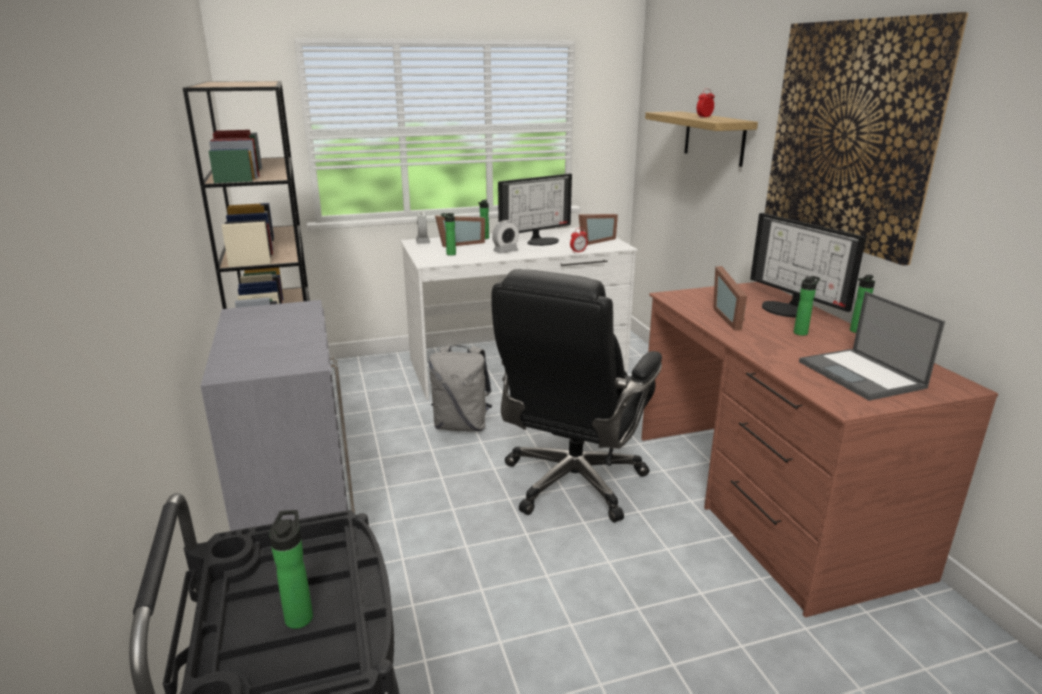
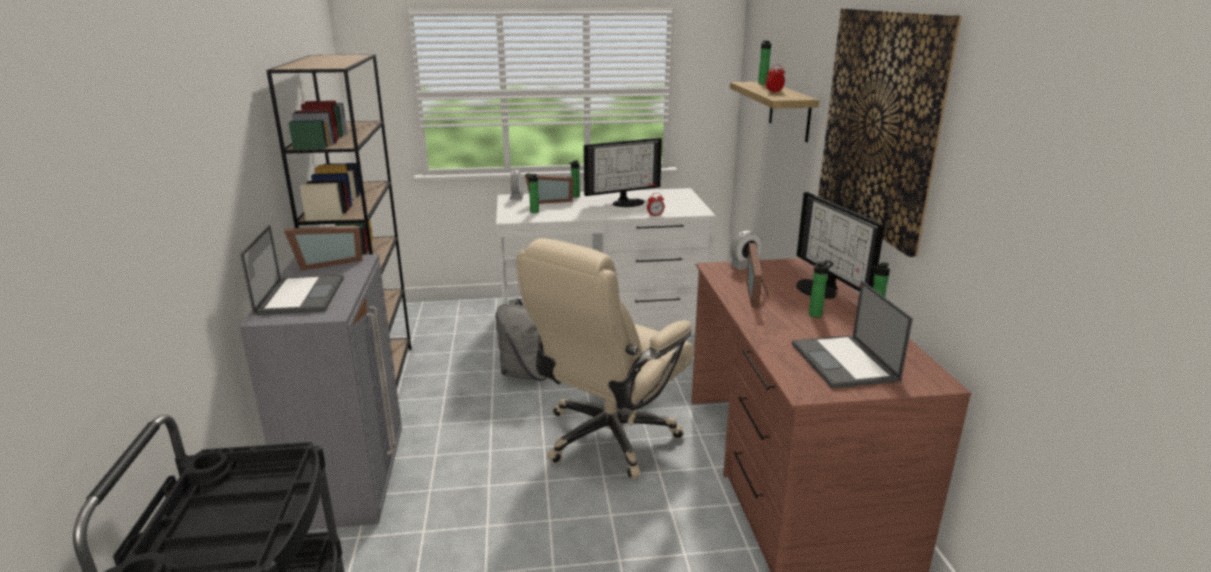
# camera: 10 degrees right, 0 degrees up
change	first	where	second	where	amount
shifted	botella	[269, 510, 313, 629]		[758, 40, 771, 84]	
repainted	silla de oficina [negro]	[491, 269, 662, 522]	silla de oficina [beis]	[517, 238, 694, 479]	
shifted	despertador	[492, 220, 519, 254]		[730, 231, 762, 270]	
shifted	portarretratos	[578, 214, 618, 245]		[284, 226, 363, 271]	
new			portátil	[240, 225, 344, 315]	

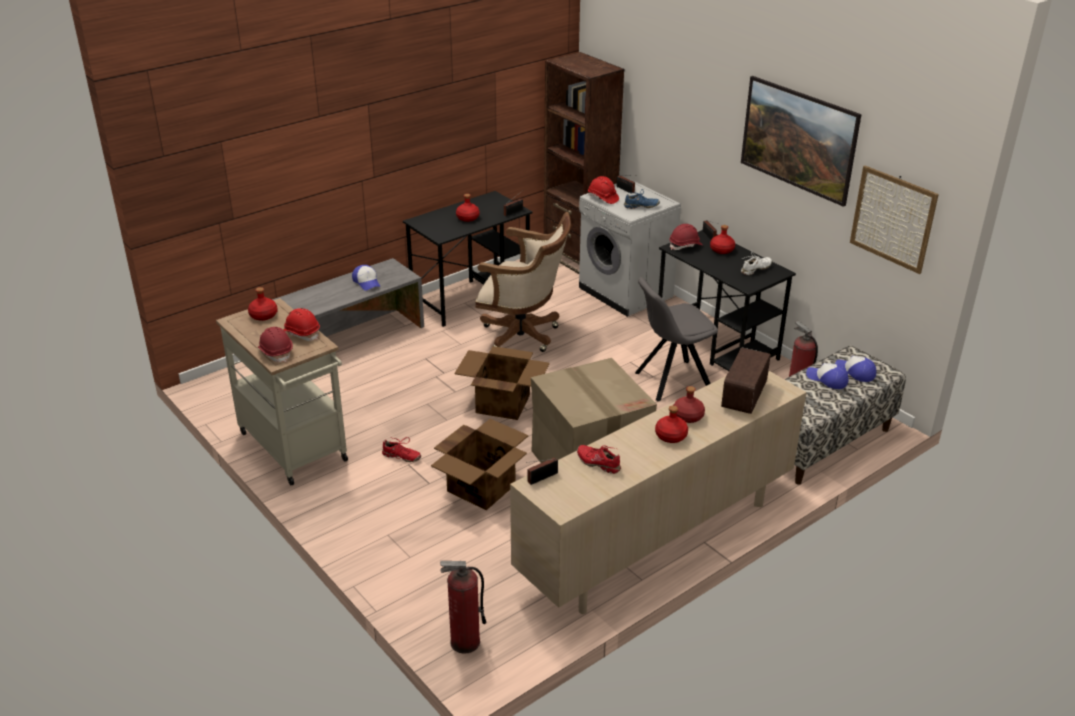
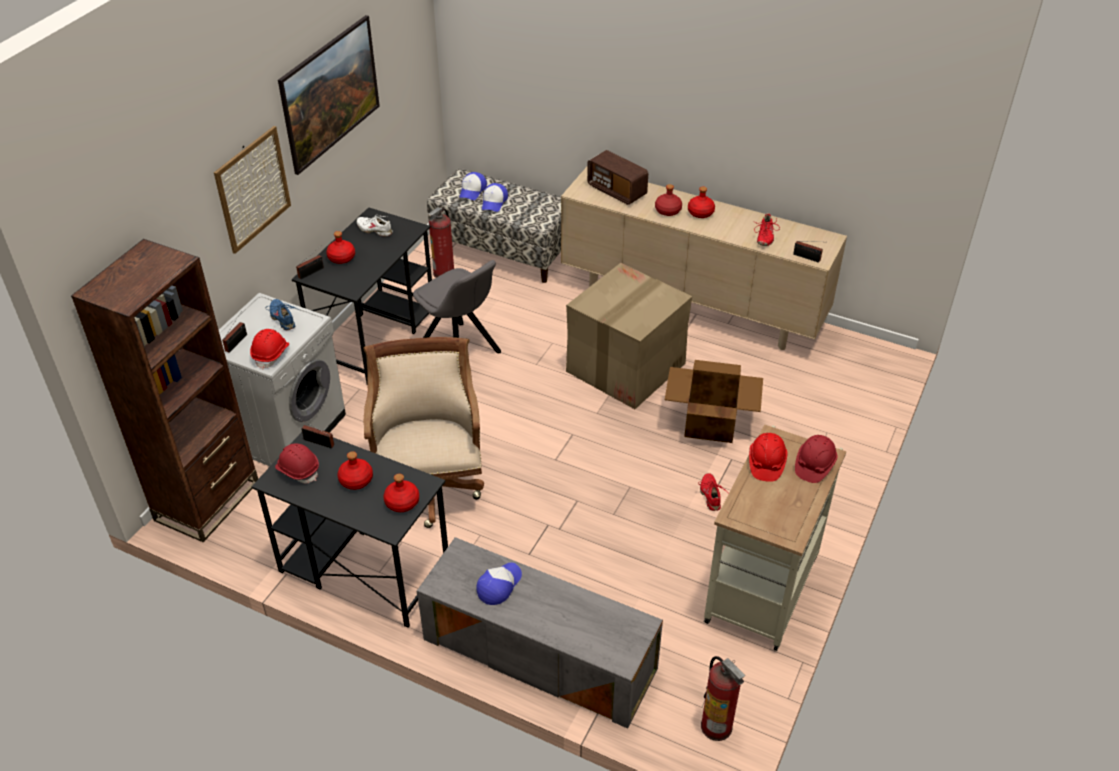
# camera: 115 degrees left, 10 degrees up
change	first	where	second	where	amount
shifted	botella [rojo]	[248, 287, 278, 321]		[384, 474, 419, 512]	
shifted	extintor	[440, 561, 487, 654]		[701, 656, 745, 741]	
gone	caja de cartón	[454, 346, 550, 420]			
shifted	casco [rojo]	[670, 224, 703, 250]		[275, 444, 319, 483]	
rotated	radio	[721, 347, 771, 414]		[587, 150, 648, 205]	45 degrees clockwise
shifted	cuadro	[850, 166, 939, 274]		[214, 126, 291, 254]	

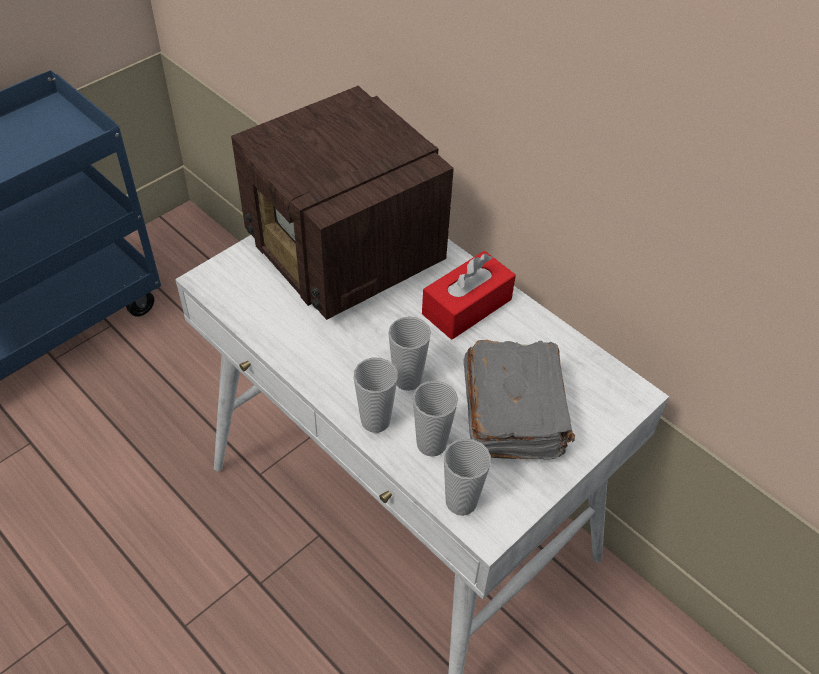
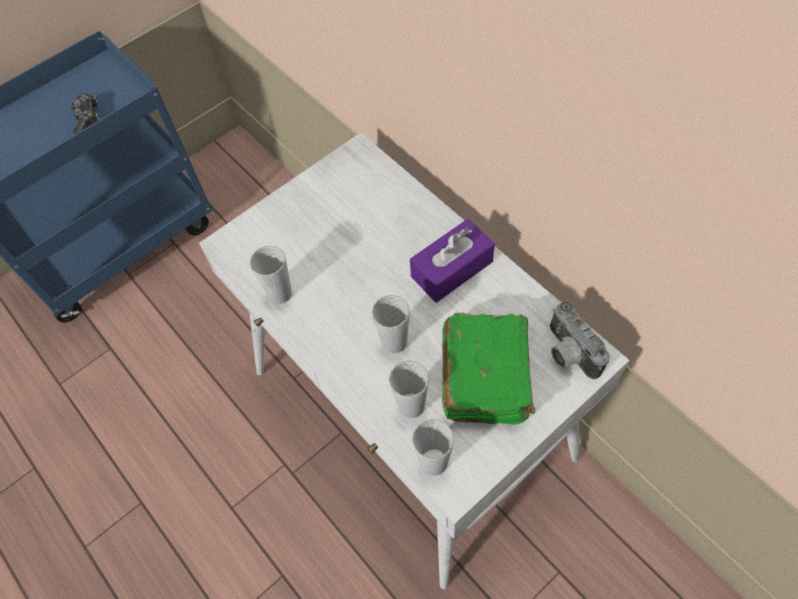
# camera: 10 degrees right, 10 degrees up
change	first	where	second	where	amount
gone	radio	[231, 86, 454, 320]			
shifted	taza	[354, 357, 398, 433]		[250, 246, 292, 304]	
repainted	caja de pañuelos [rojo]	[422, 251, 516, 340]	caja de pañuelos [morado]	[410, 219, 495, 303]	
repainted	libro [gris]	[463, 340, 575, 460]	libro [verde]	[442, 312, 535, 425]	
new			mando de consola	[71, 93, 99, 135]	
new			cámara	[550, 302, 610, 379]	

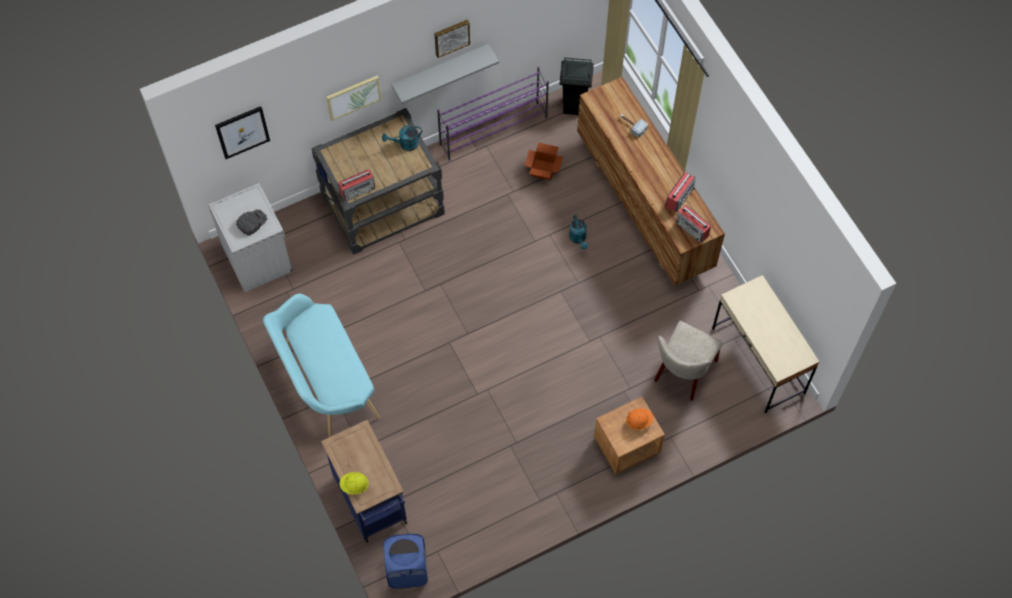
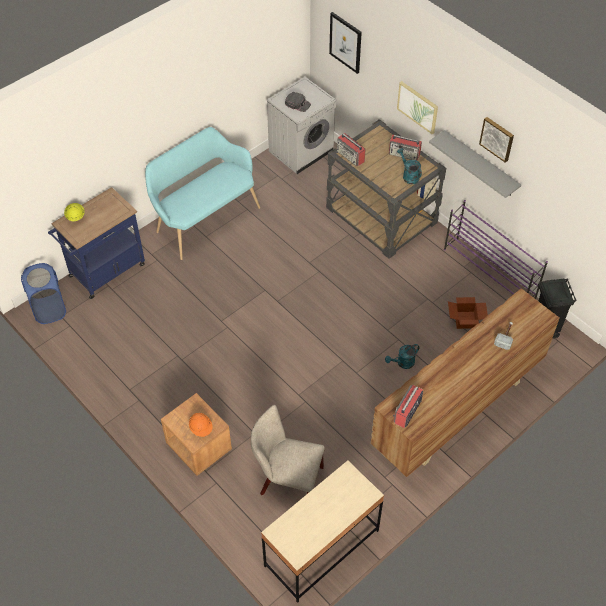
# camera: 75 degrees right, 10 degrees down
change	first	where	second	where	amount
shifted	radio	[666, 172, 695, 212]		[389, 134, 422, 161]	

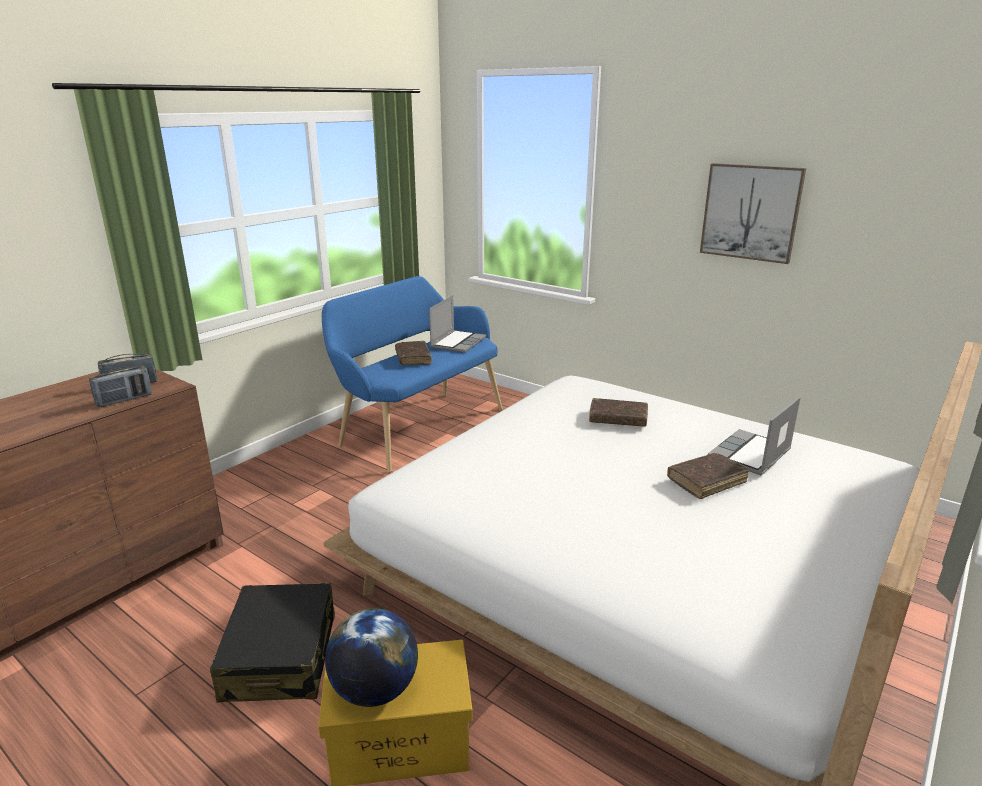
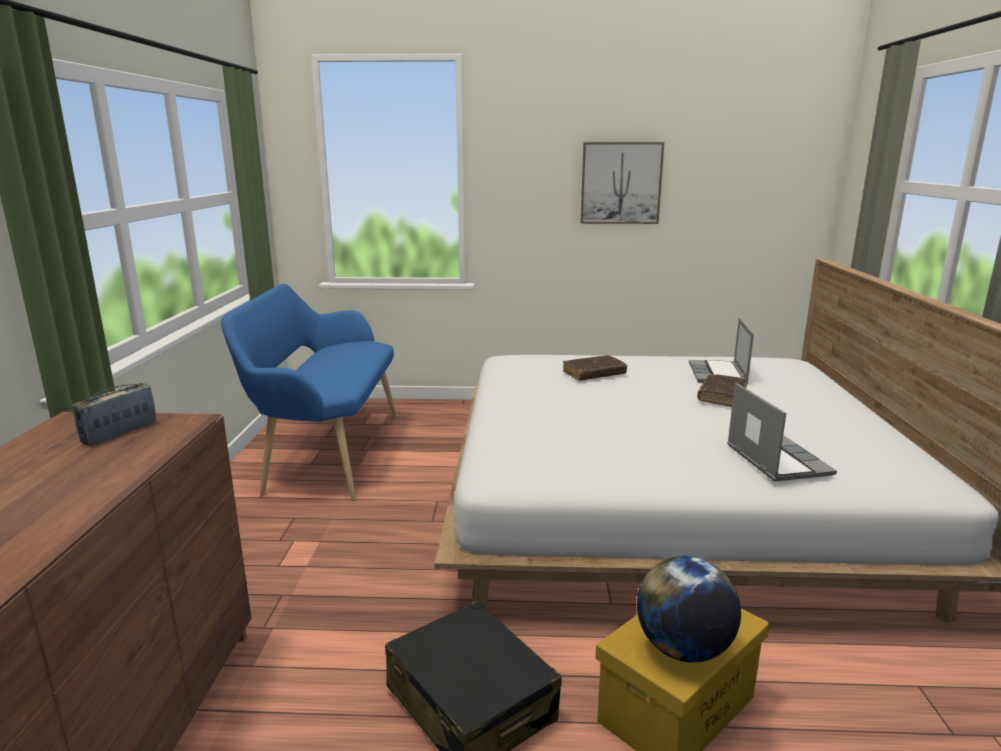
# camera: 35 degrees left, 5 degrees down
change	first	where	second	where	amount
gone	radio	[89, 366, 152, 407]			
gone	libro [marrón]	[395, 341, 432, 365]			
shifted	portátil	[429, 295, 486, 353]		[727, 383, 837, 482]	

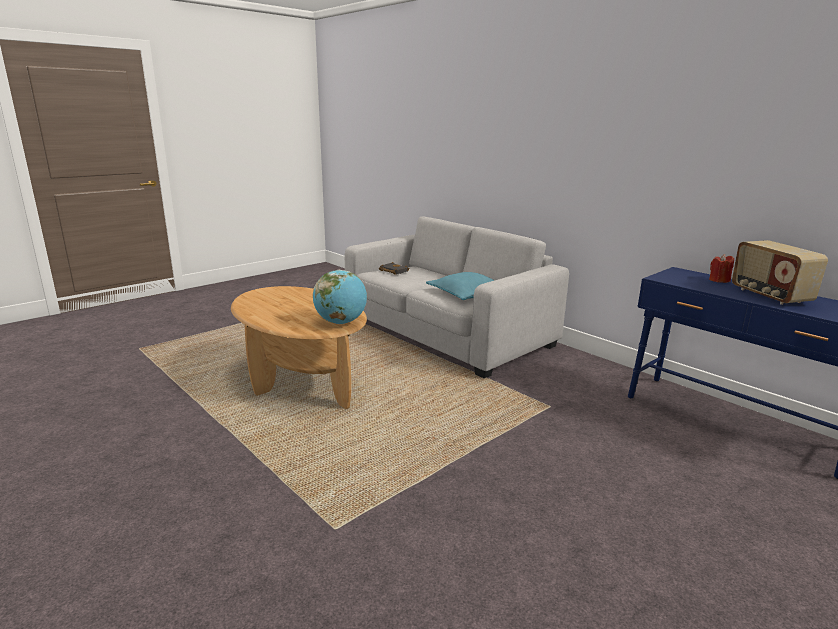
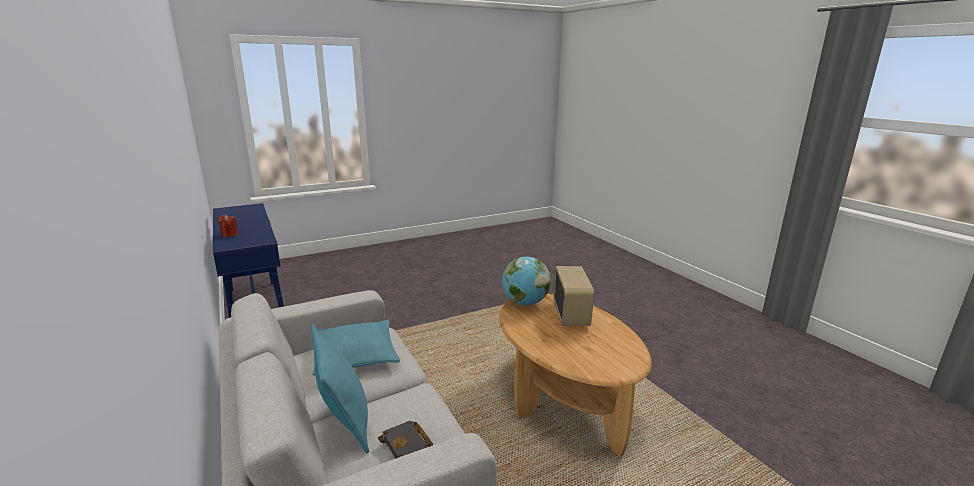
# camera: 165 degrees left, 0 degrees up
change	first	where	second	where	amount
shifted	radio	[732, 240, 828, 305]		[553, 266, 594, 326]	
new			cojín [turquesa]	[311, 325, 369, 453]	

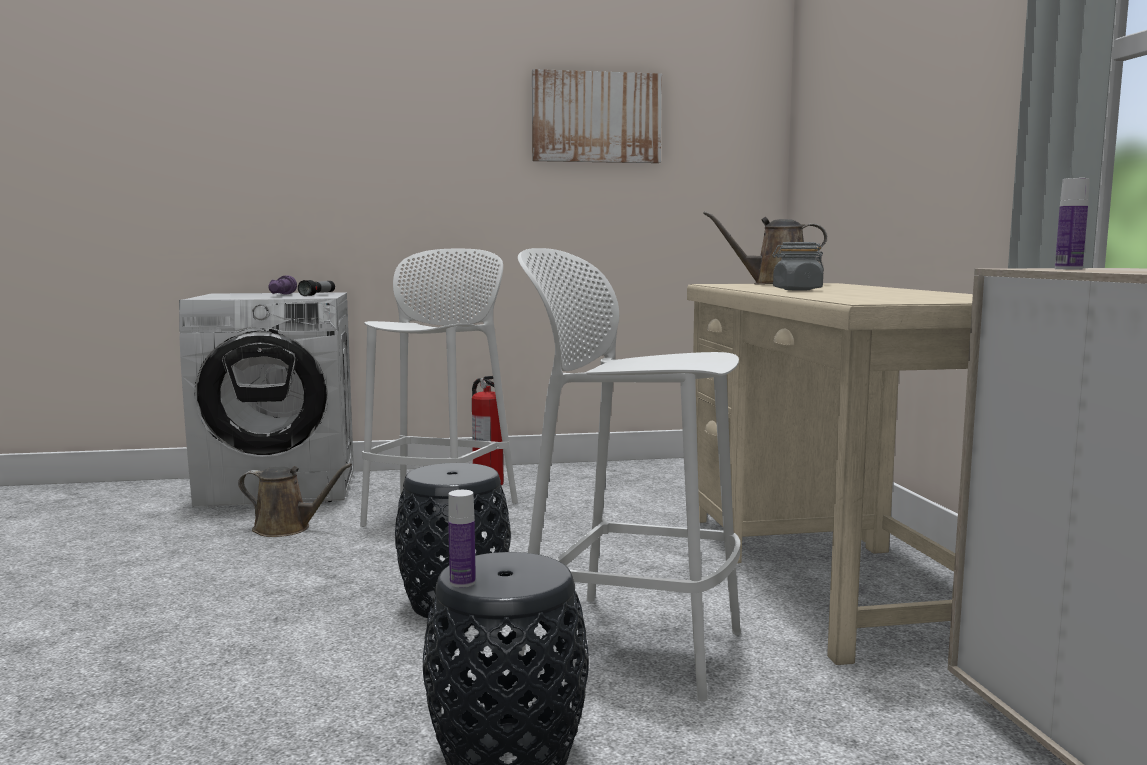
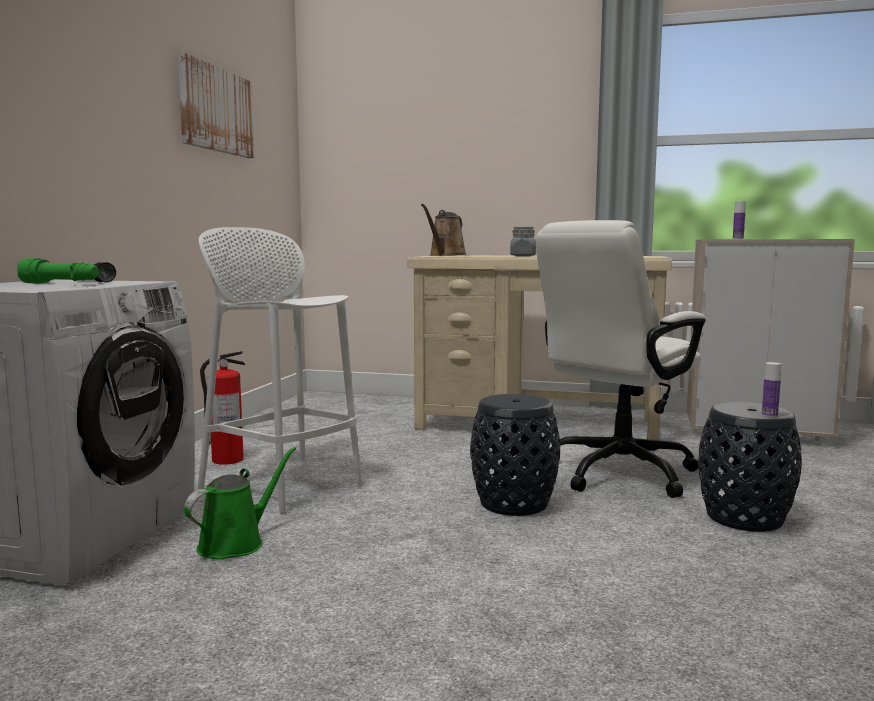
# camera: 65 degrees left, 0 degrees up
change	first	where	second	where	amount
repainted	regadera [marrón]	[238, 463, 352, 537]	regadera [verde]	[184, 447, 296, 559]	
repainted	linterna [morado]	[269, 275, 297, 295]	linterna [verde]	[17, 258, 99, 284]	
swapped	taburete [blanco]	[518, 248, 741, 701]	silla de oficina [blanco]	[536, 220, 706, 498]	

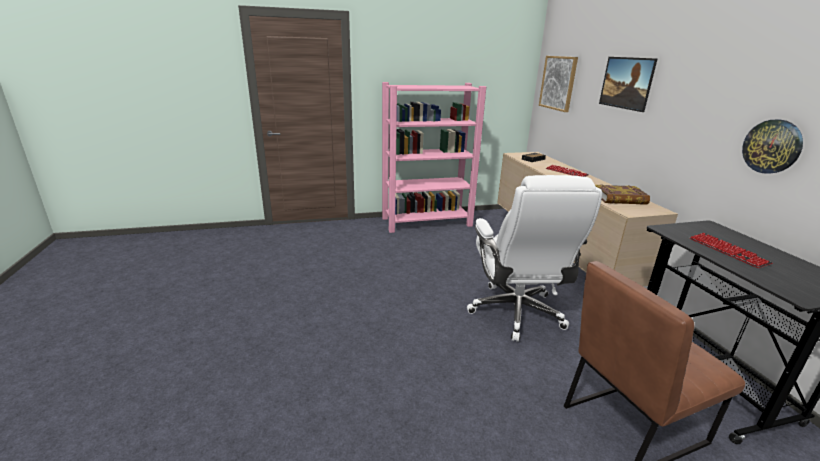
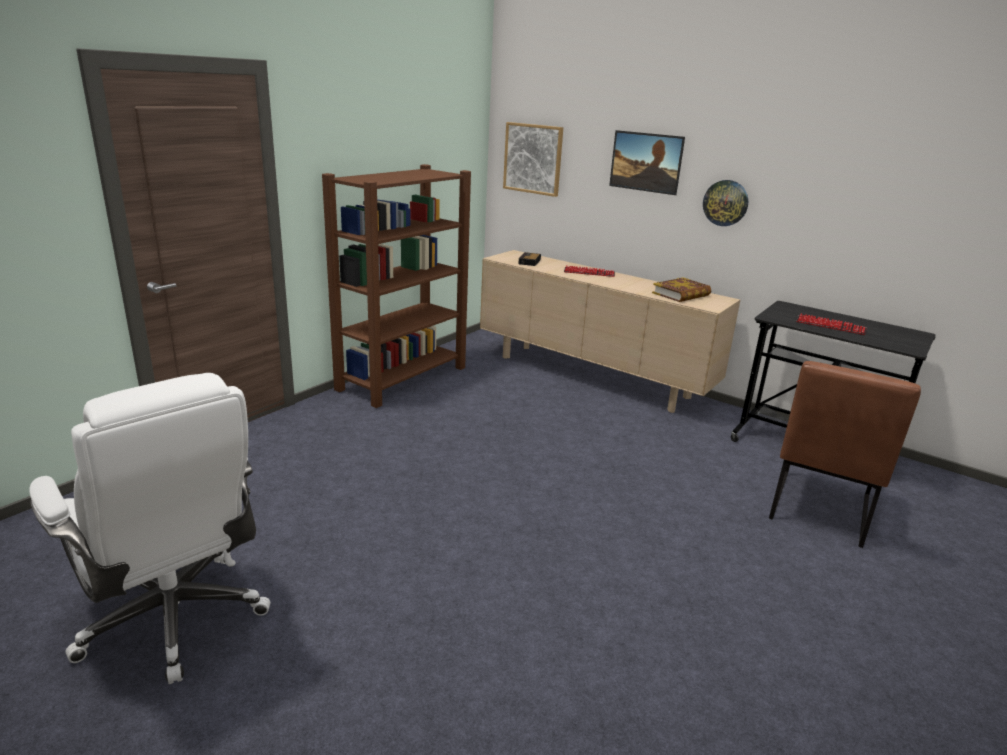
# camera: 40 degrees left, 0 degrees up
change	first	where	second	where	amount
repainted	estantería [rosa]	[382, 82, 486, 233]	estantería [marrón]	[322, 164, 471, 408]	
shifted	silla de oficina [blanco]	[467, 175, 602, 342]		[29, 373, 270, 684]	
shifted	reloj de pared	[742, 119, 803, 174]		[703, 180, 748, 226]	

